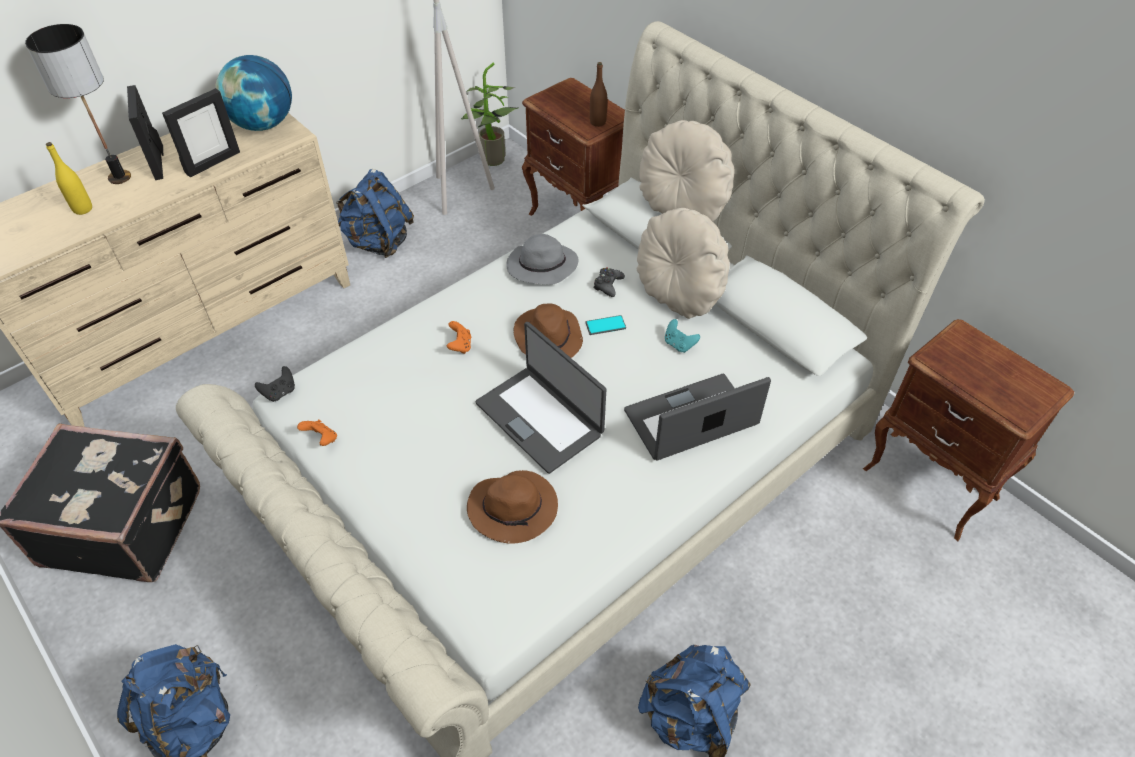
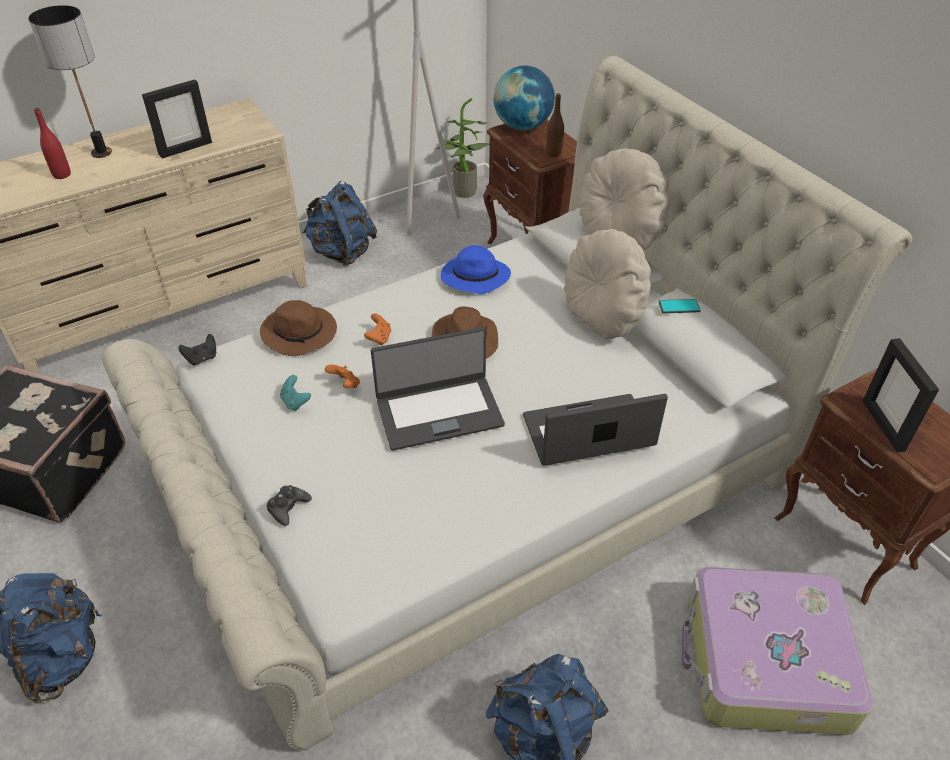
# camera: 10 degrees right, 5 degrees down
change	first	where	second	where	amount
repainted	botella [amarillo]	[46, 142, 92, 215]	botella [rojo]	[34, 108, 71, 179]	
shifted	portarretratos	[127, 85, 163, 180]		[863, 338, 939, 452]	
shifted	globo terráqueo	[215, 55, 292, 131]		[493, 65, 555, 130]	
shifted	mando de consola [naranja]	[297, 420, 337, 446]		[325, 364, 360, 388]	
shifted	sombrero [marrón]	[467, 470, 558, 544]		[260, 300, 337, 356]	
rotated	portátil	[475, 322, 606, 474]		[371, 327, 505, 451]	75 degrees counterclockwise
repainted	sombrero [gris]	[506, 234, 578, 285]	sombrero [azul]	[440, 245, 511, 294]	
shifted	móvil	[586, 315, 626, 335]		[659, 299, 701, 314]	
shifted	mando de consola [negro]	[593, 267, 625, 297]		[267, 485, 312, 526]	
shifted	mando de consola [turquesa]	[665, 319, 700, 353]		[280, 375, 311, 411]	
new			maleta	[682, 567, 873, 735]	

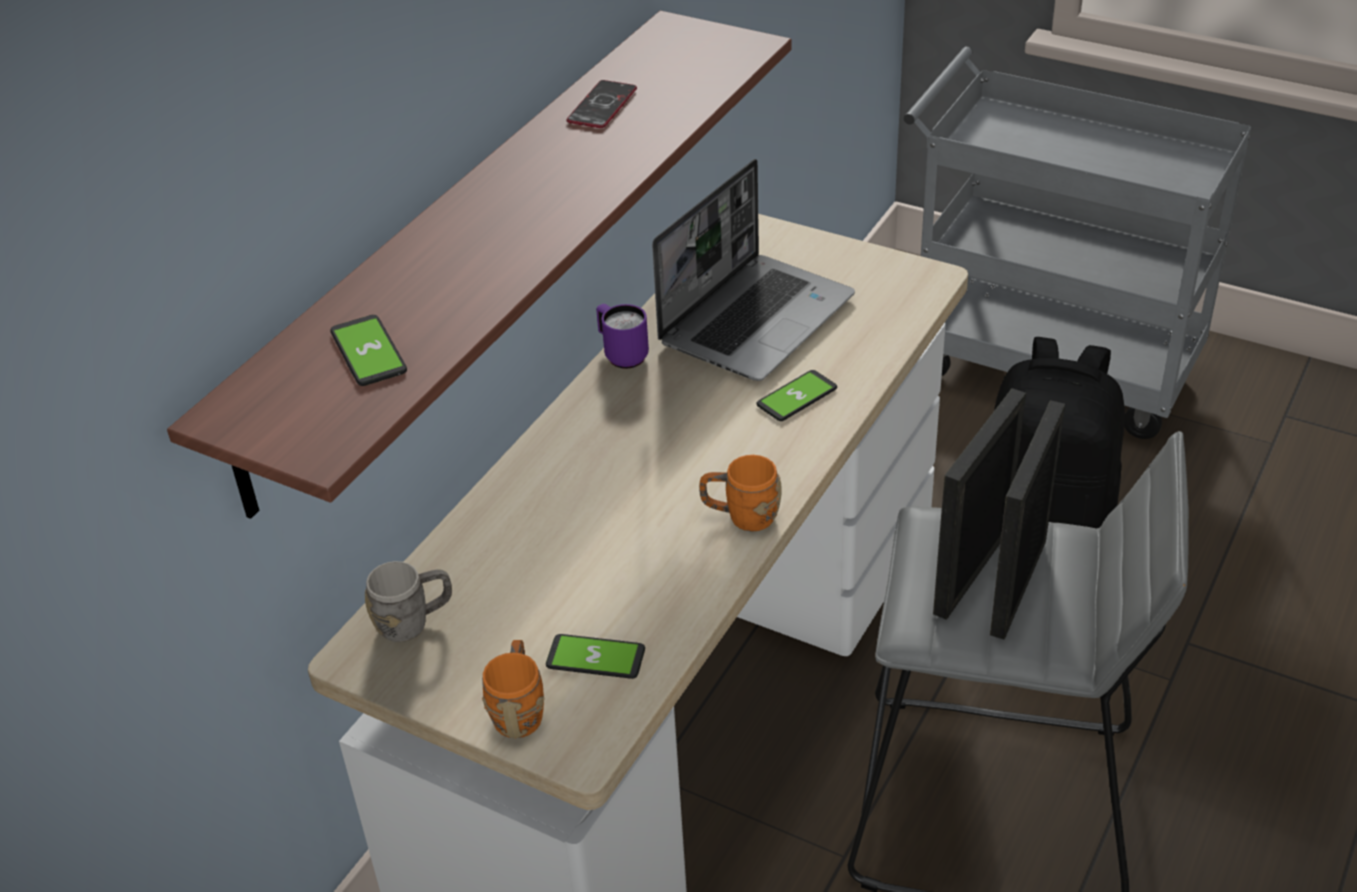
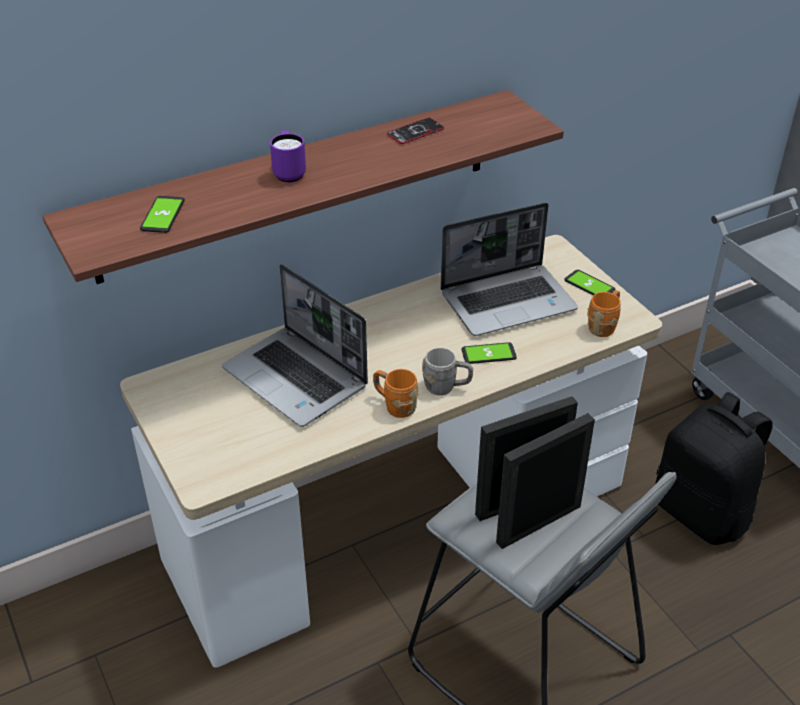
# camera: 30 degrees right, 0 degrees up
change	first	where	second	where	amount
shifted	taza grande [gris]	[364, 561, 452, 642]		[422, 347, 473, 395]	
shifted	taza grande [naranja]	[482, 640, 545, 739]		[587, 290, 621, 337]	
shifted	móvil	[546, 634, 645, 679]		[564, 270, 615, 295]	
shifted	taza grande [morado]	[596, 304, 649, 369]		[270, 130, 306, 183]	
new			portátil	[222, 264, 368, 427]	

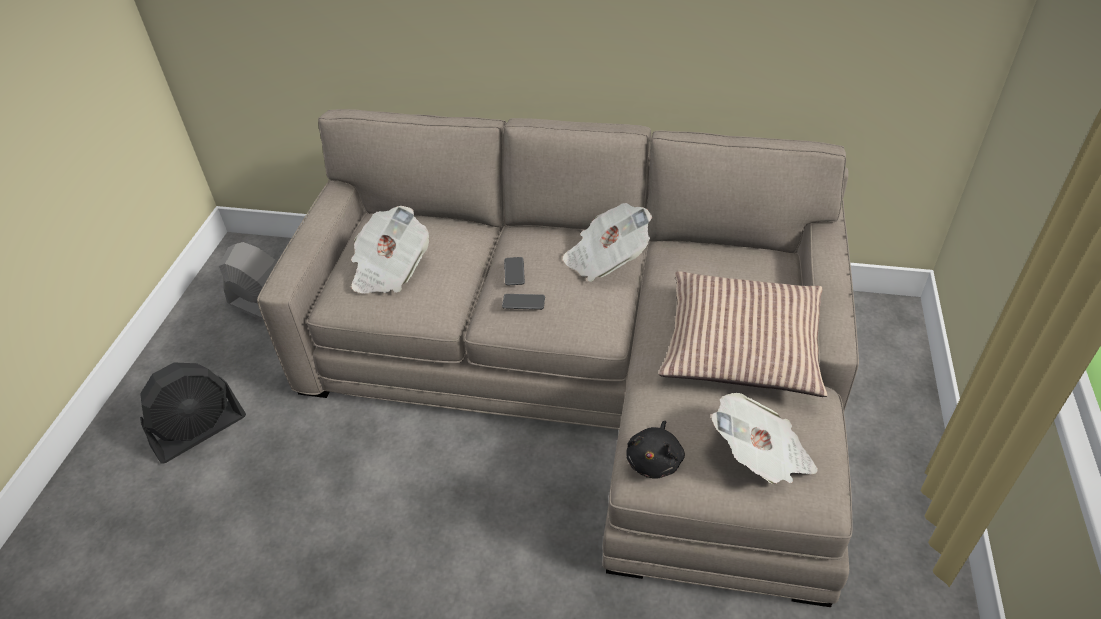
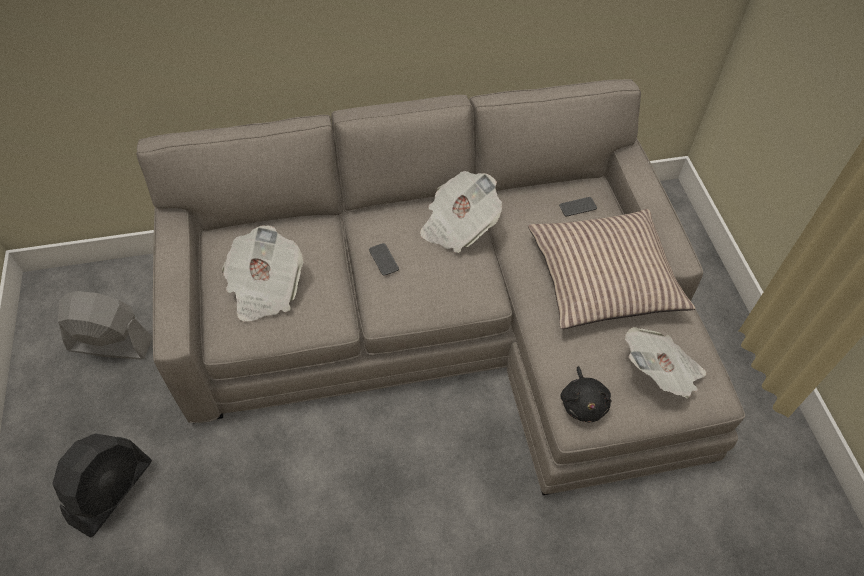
# camera: 25 degrees left, 10 degrees up
change	first	where	second	where	amount
shifted	móvil	[502, 294, 545, 310]		[559, 197, 597, 216]	

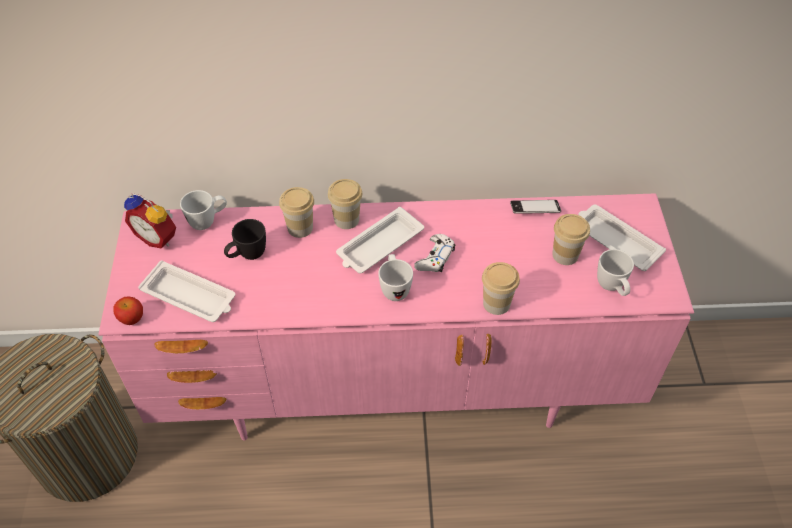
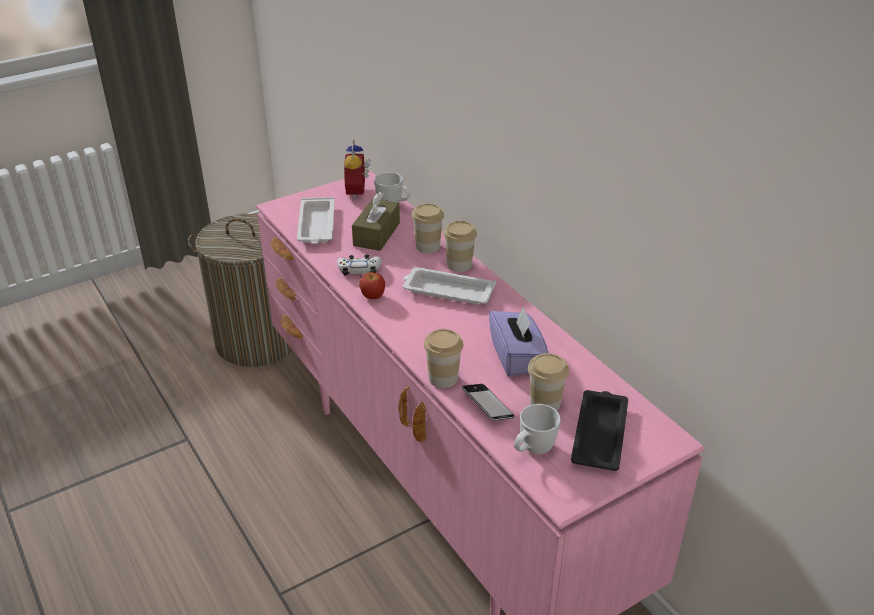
# camera: 60 degrees right, 15 degrees down
change	first	where	second	where	amount
shifted	manzana	[113, 296, 143, 325]		[359, 272, 385, 299]	
swapped	taza grande [negro]	[224, 219, 266, 260]	caja de pañuelos [marrón]	[352, 192, 400, 251]	
gone	taza grande [blanco]	[378, 254, 413, 301]			
shifted	mando de consola [blanco]	[414, 234, 455, 272]		[337, 254, 382, 276]	
shifted	móvil	[510, 200, 561, 214]		[462, 384, 515, 421]	
repainted	bandeja [blanco]	[579, 205, 666, 271]	bandeja [negro]	[571, 390, 628, 471]	
new			caja de pañuelos [morado]	[489, 306, 548, 376]	

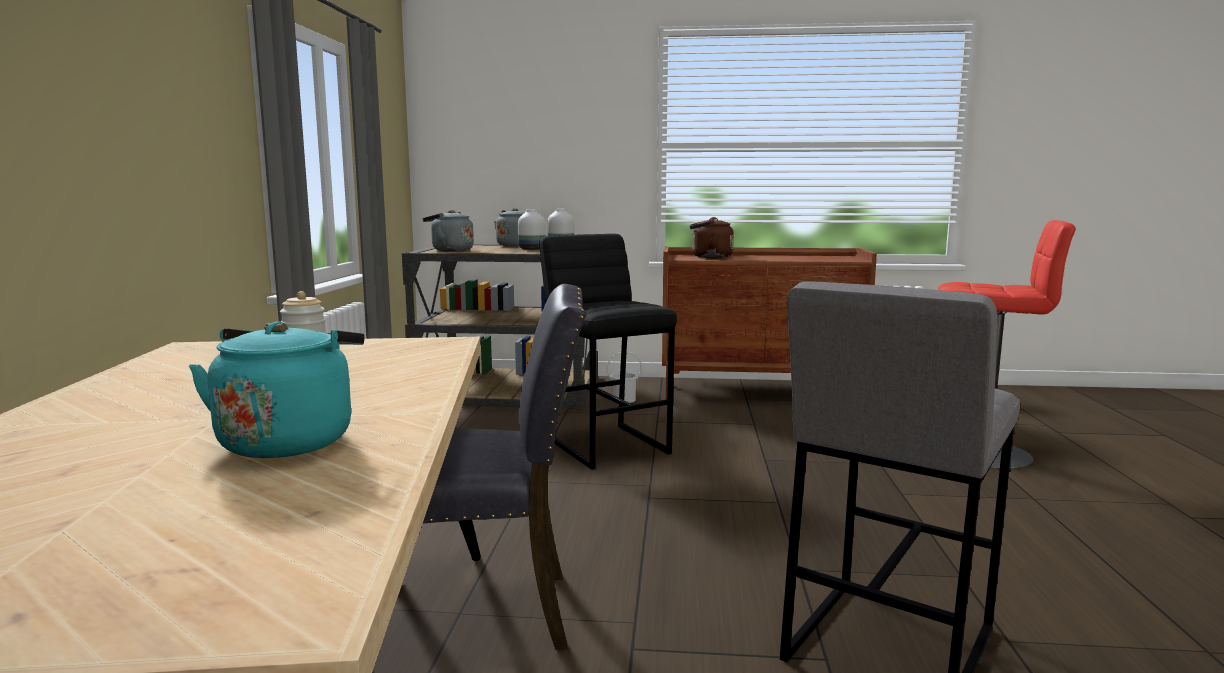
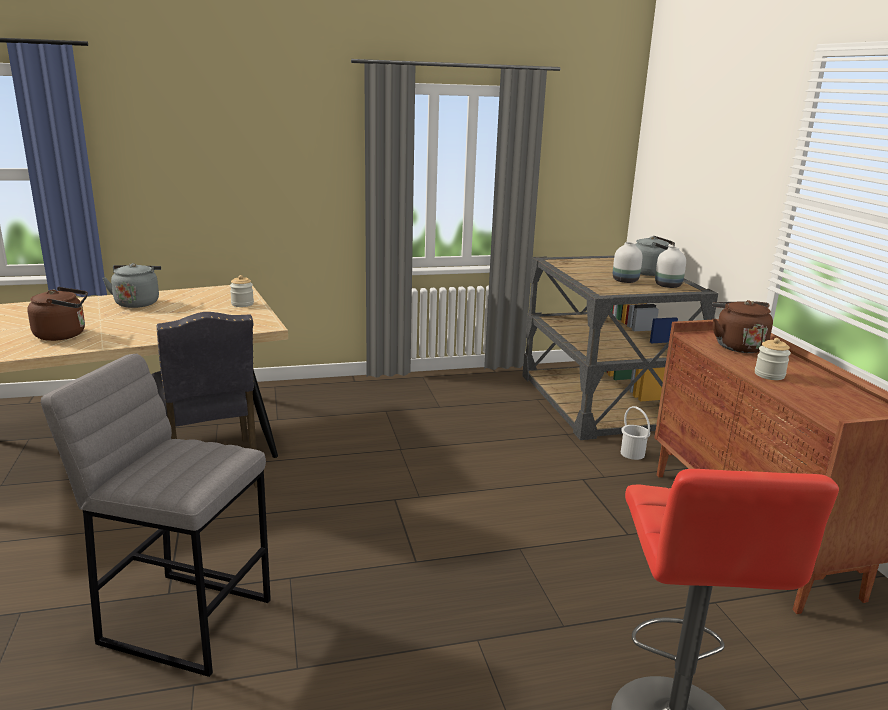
# camera: 70 degrees right, 10 degrees up
change	first	where	second	where	amount
repainted	hervidor [turquesa]	[189, 321, 364, 458]	hervidor [marrón]	[27, 287, 88, 341]	
shifted	hervidor [gris]	[423, 210, 474, 251]		[102, 263, 161, 308]	
gone	taburete [negro]	[539, 234, 677, 470]			
new			tarro	[755, 338, 791, 380]	

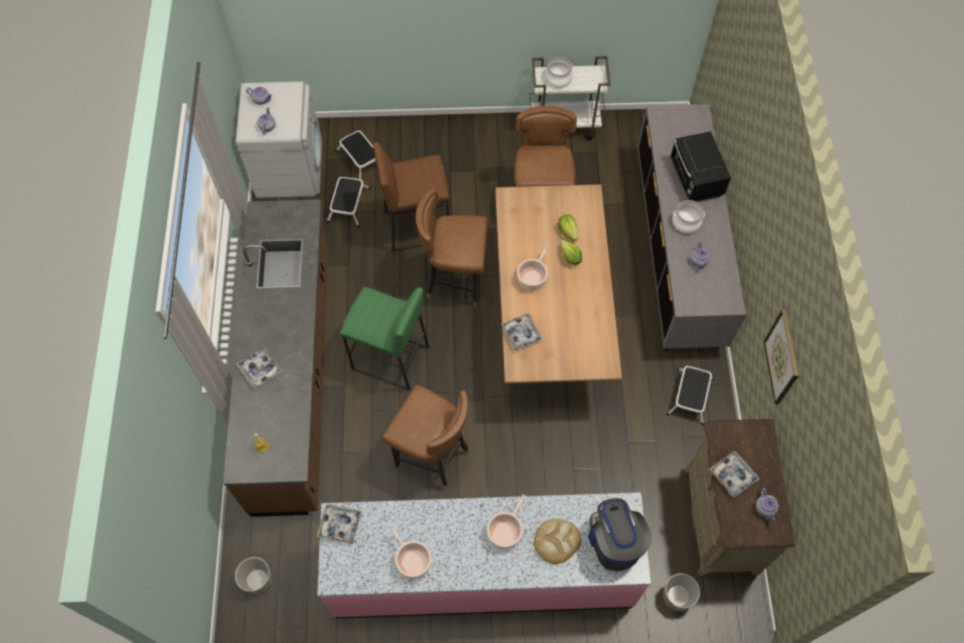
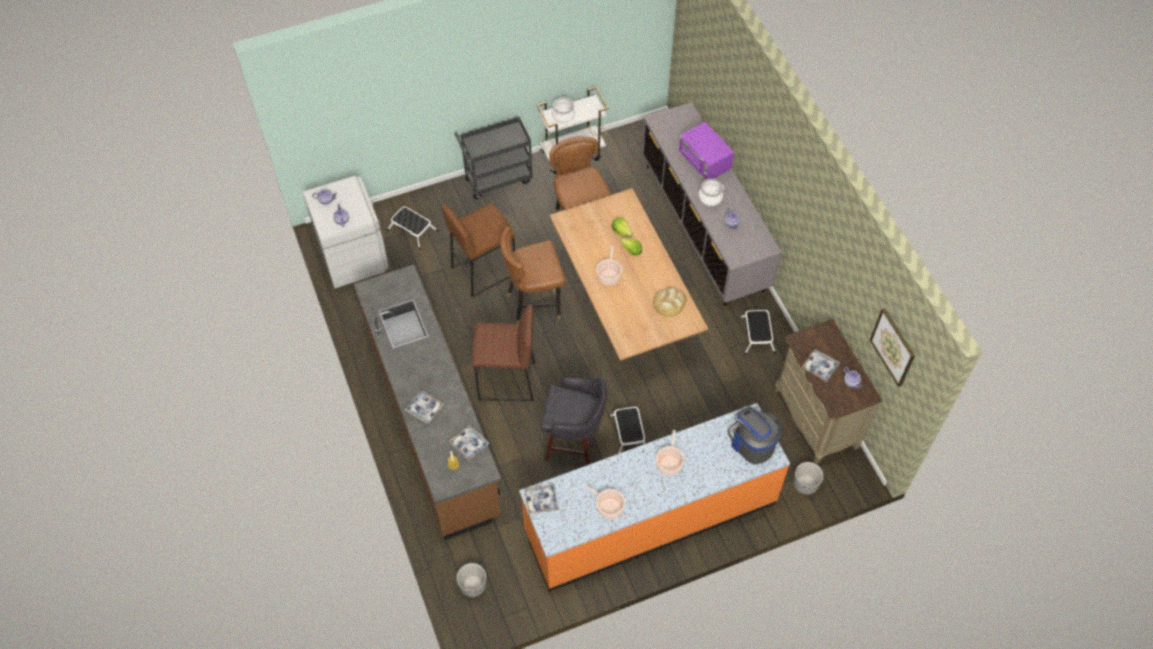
# camera: 20 degrees left, 5 degrees down
change	first	where	second	where	amount
repainted	mueble bajo de cocina [rosa]	[317, 492, 651, 619]	mueble bajo de cocina [naranja]	[519, 403, 790, 592]	
shifted	escalera de tijera [negro]	[326, 177, 371, 228]		[609, 407, 646, 454]	
repainted	taburete [verde]	[340, 287, 429, 390]	taburete [marrón]	[472, 305, 535, 401]	
swapped	silla [marrón]	[382, 385, 470, 491]	taburete [gris]	[541, 377, 607, 465]	
shifted	bandeja	[501, 313, 543, 351]		[449, 425, 489, 461]	
shifted	pan	[534, 519, 581, 564]		[653, 287, 687, 317]	
repainted	microondas [negro]	[670, 131, 731, 202]	microondas [morado]	[679, 122, 734, 179]	
shifted	cuadro	[763, 310, 799, 404]		[870, 308, 915, 387]	
new			carrito [gris]	[454, 117, 533, 199]	

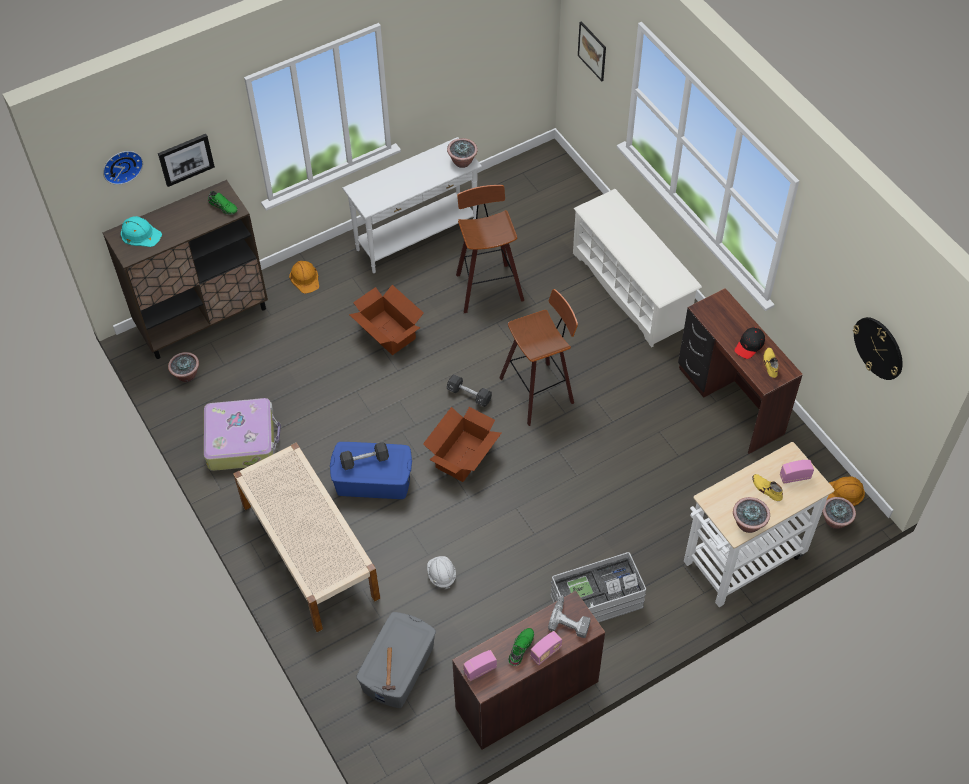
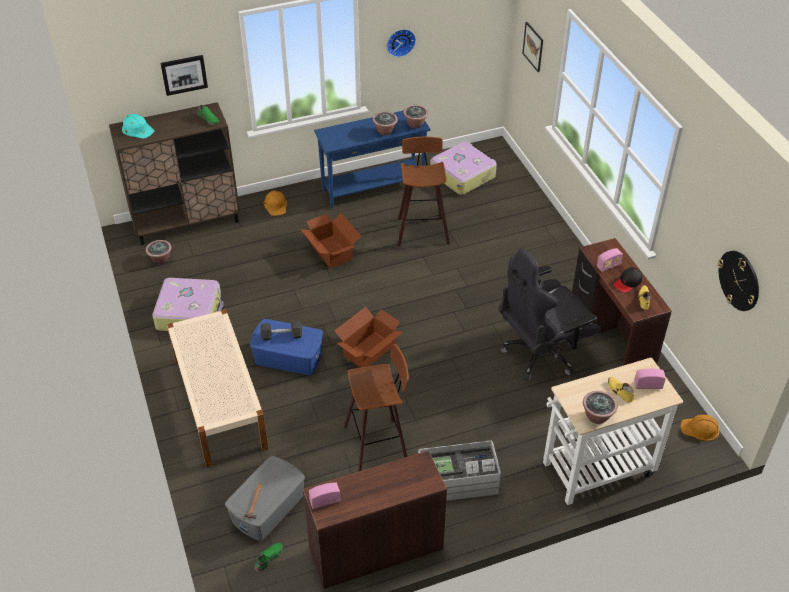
# camera: 10 degrees right, 10 degrees down
change	first	where	second	where	amount
shifted	reloj de pared	[103, 151, 143, 185]		[387, 29, 416, 57]	
repainted	mesa consola [blanco]	[343, 137, 482, 273]	mesa consola [azul]	[314, 111, 431, 209]	
gone	casco [blanco]	[427, 556, 456, 589]			
gone	mancuerna [negro]	[447, 374, 492, 407]			
shifted	taburete	[499, 289, 578, 426]		[344, 344, 409, 472]	
shifted	zapato [verde]	[509, 628, 534, 666]		[254, 543, 283, 572]	
shifted	radio	[530, 631, 562, 666]		[597, 248, 623, 272]	
gone	taladro	[548, 595, 591, 638]			
gone	zapatero [blanco]	[573, 189, 702, 347]			
shifted	planta en maceta	[822, 497, 856, 529]		[373, 111, 398, 135]	
new			maleta	[430, 142, 497, 195]	
new			silla de oficina [negro]	[498, 249, 601, 381]	

